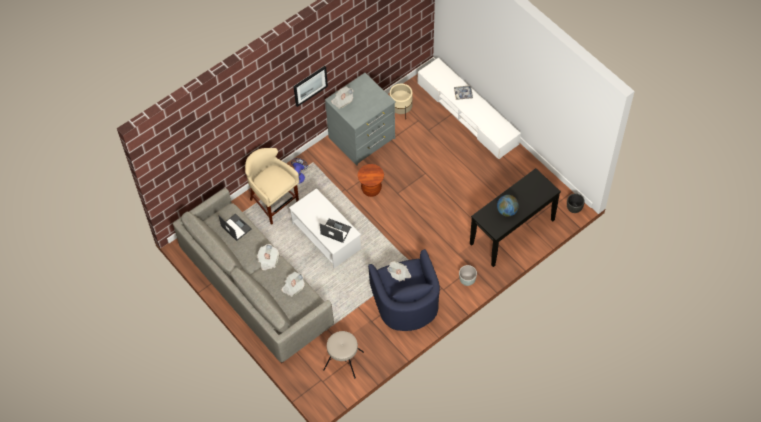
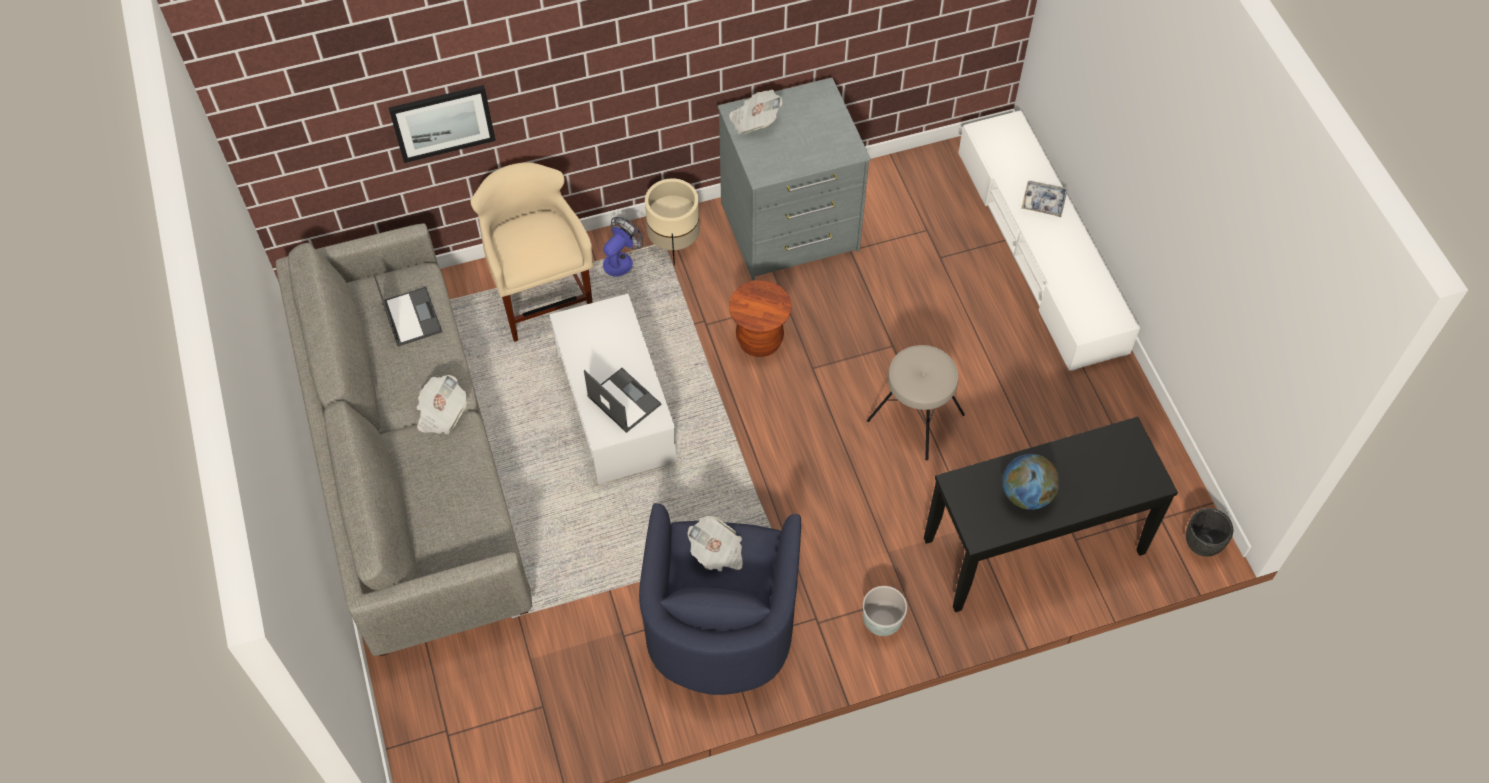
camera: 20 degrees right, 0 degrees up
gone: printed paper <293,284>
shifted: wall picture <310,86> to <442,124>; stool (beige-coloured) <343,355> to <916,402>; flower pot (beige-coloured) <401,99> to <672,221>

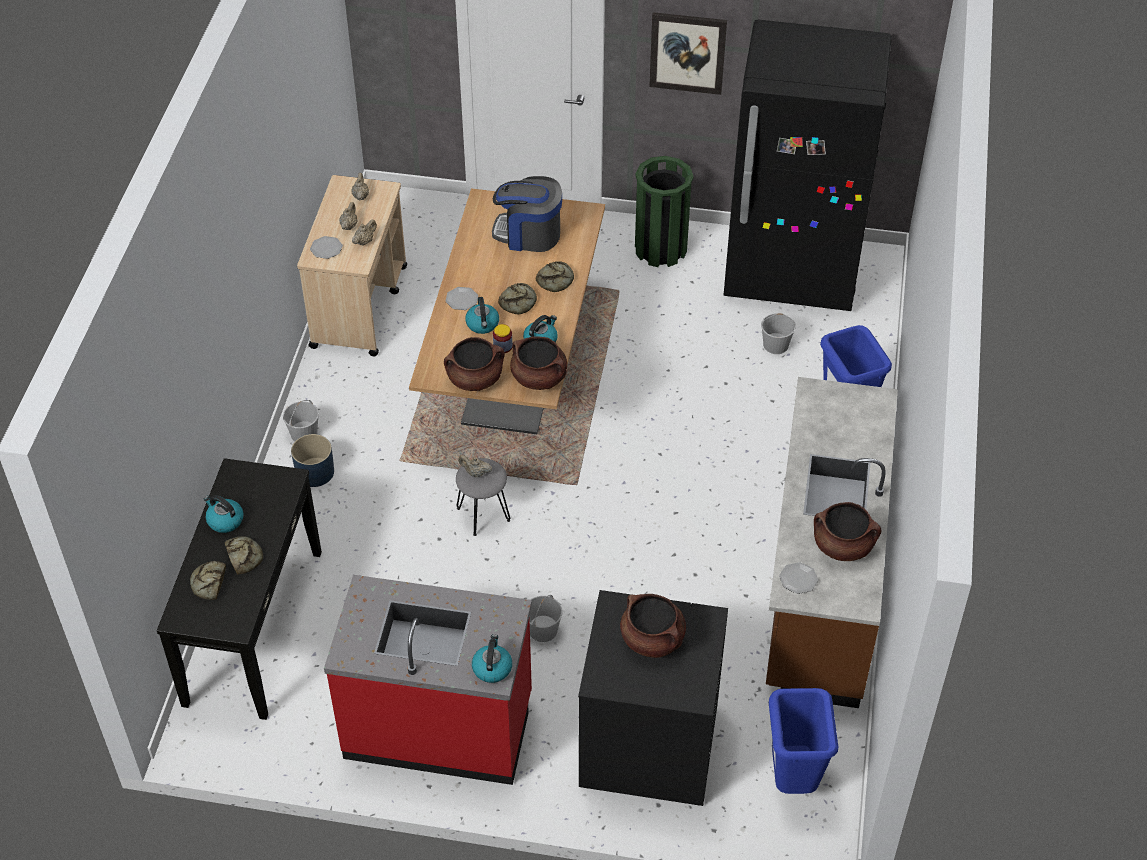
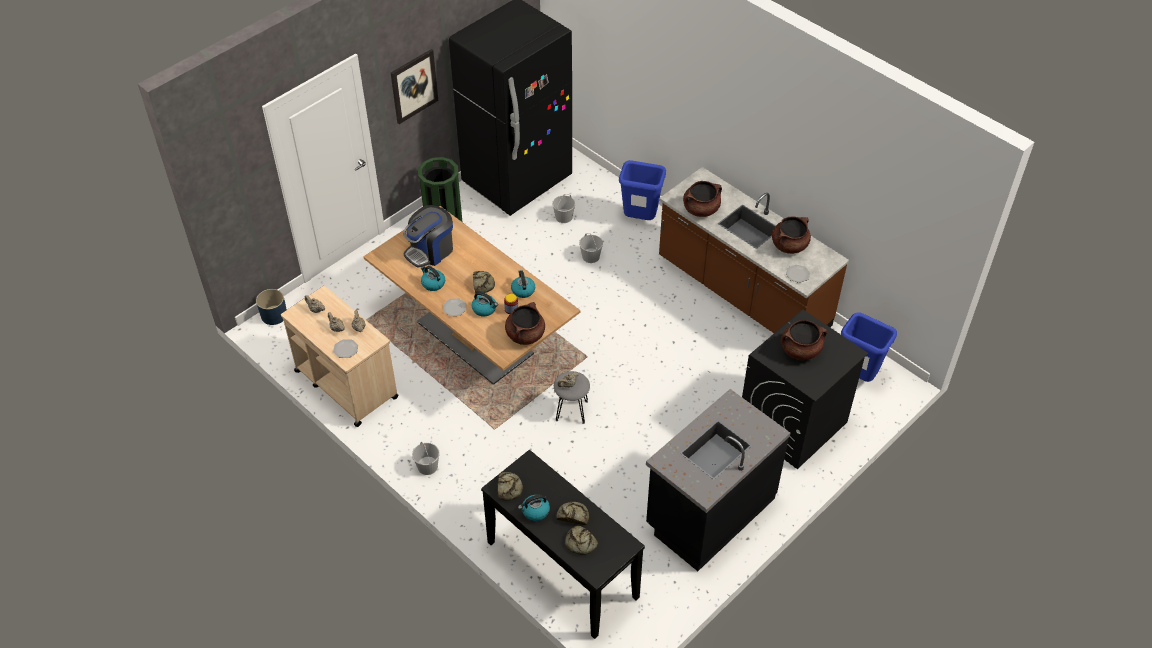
camera: 55 degrees left, 0 degrees up
shifted: flower pot (bluish) <312,460> to <271,307>; kettle <492,658> to <433,278>; cooking pot (brown-coloured) <538,363> to <702,199>; water bucket (white-coloured) <545,618> to <591,248>; baked bread <555,276> to <510,486>
repainted: kitchen counter (red) <428,680> to kitchen counter (black-coloured) <718,480>

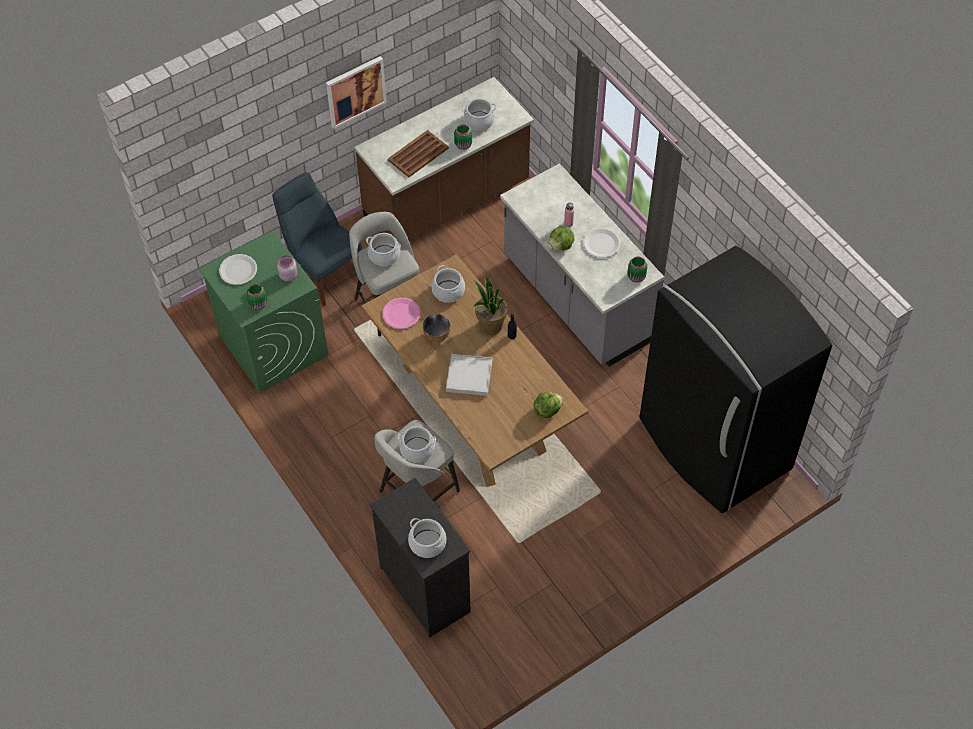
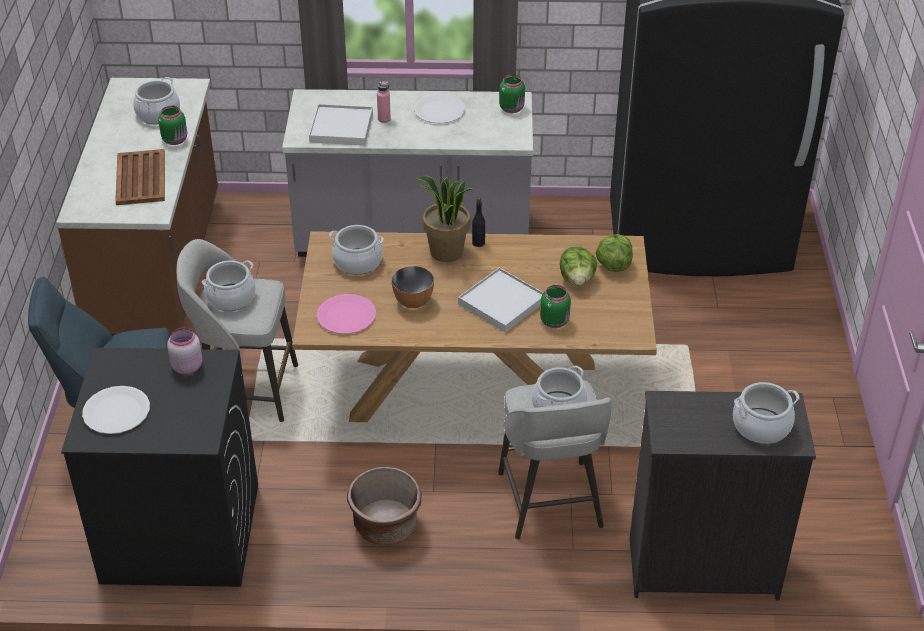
camera: 55 degrees left, 15 degrees down
gone: wall picture <356,92>
new: tray (white-coloured) <341,124>; flower pot (brown-coloured) <384,506>
shifted: storage jar (green-coloured) <256,297> to <555,306>; lettuce <561,238> to <578,265>
repainted: washing machine (green-coloured) <263,312> to washing machine (black-coloured) <159,467>

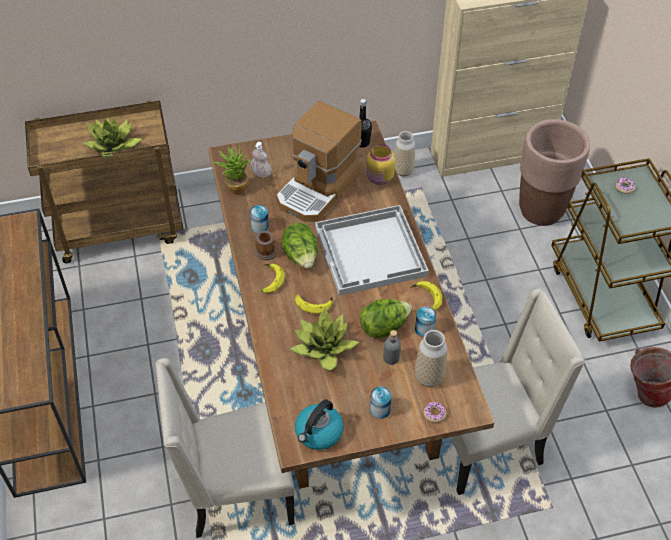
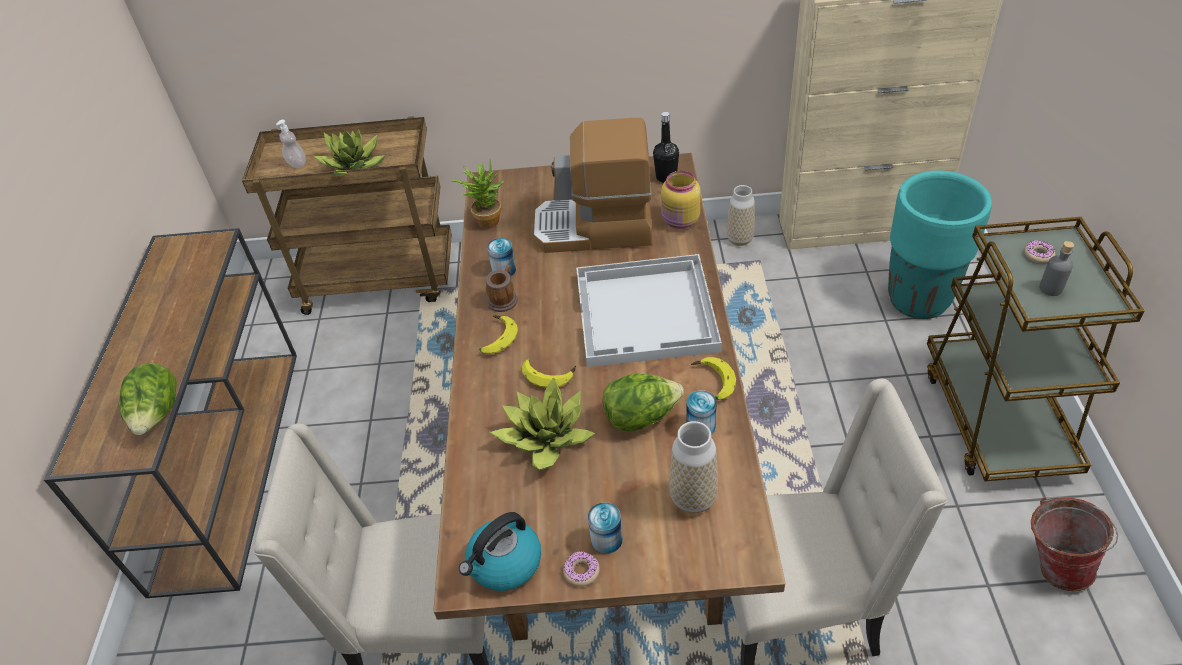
camera: 15 degrees right, 5 degrees down
shifted: soap bottle <261,160> to <291,144>; lettuce <299,246> to <148,399>; beverage bottle (grey) <392,347> to <1056,268>; doughnut <434,412> to <581,569>
repainted: flower pot (brown-coloured) <554,172> to flower pot (blue-green) <940,244>
rotated: coffee brewer <319,161> = <592,185> 45 degrees clockwise

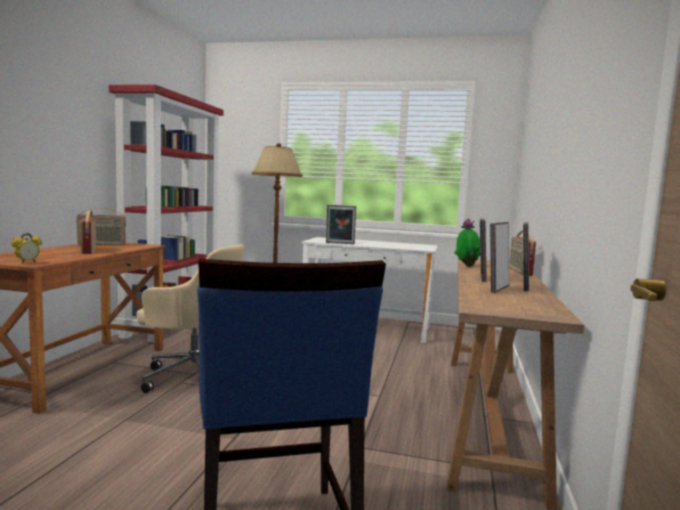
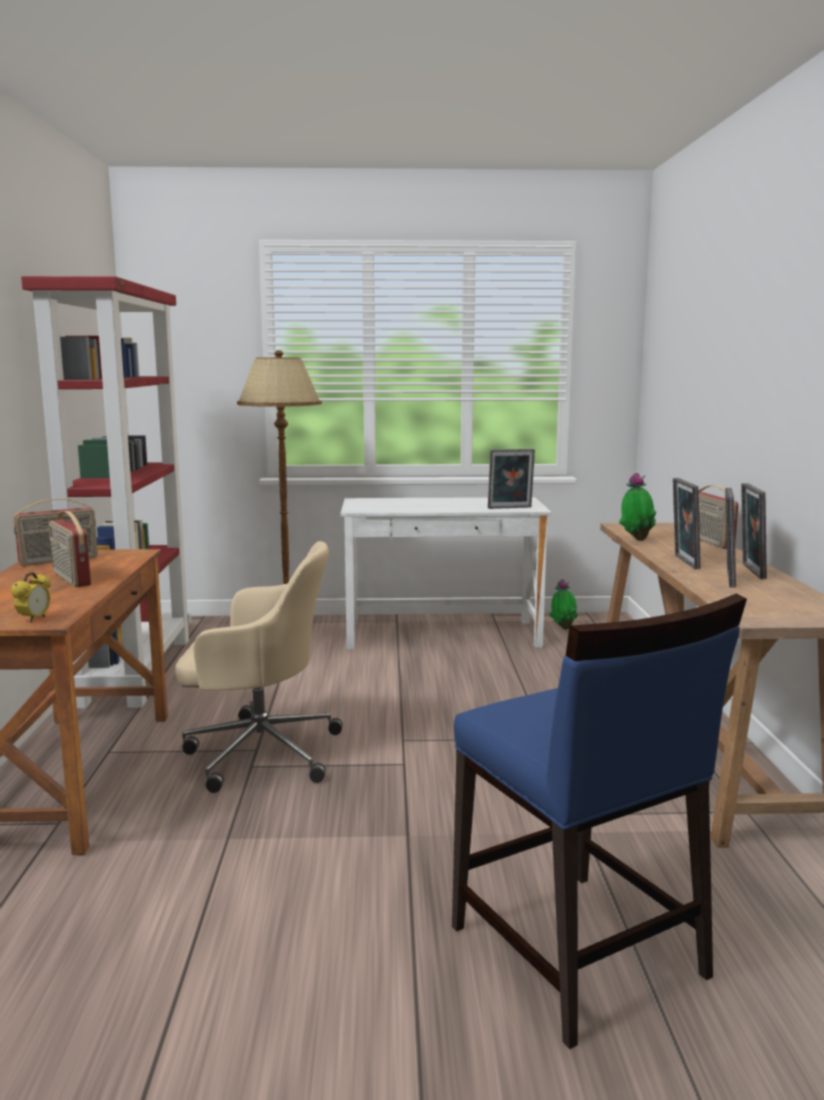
camera: 15 degrees left, 5 degrees up
new: houseplant <563,604>
shifted: standing frame <341,224> to <511,479>

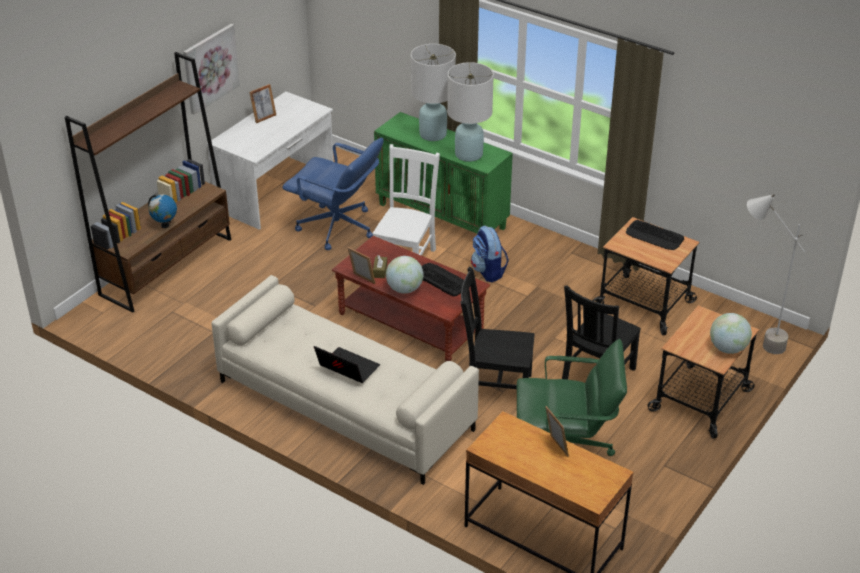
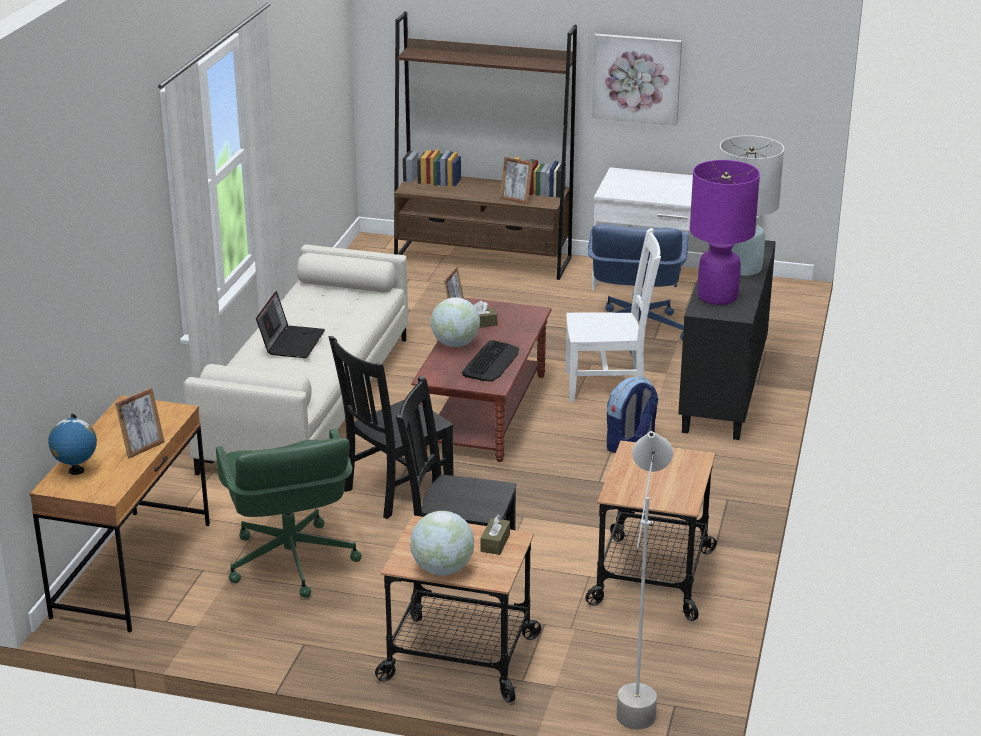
camera: 70 degrees right, 10 degrees down
gone: computer keyboard <655,235>
new: box of tissues (brown-coloured) <495,535>
shifted: desk globe <162,211> to <72,444>; standing frame <262,103> to <516,181>
repainted: storage cabinet (green-coloured) <443,172> to storage cabinet (black-coloured) <727,340>; tabletop lamp (white-coloured) <470,112> to tabletop lamp (purplish) <725,232>
rotated: upright chair (black-coloured) <497,328> = <391,427> 120 degrees counterclockwise

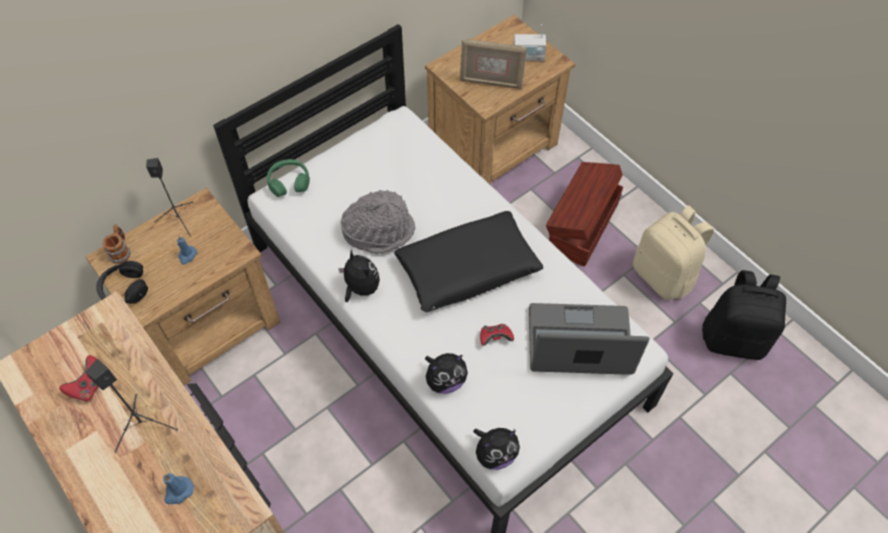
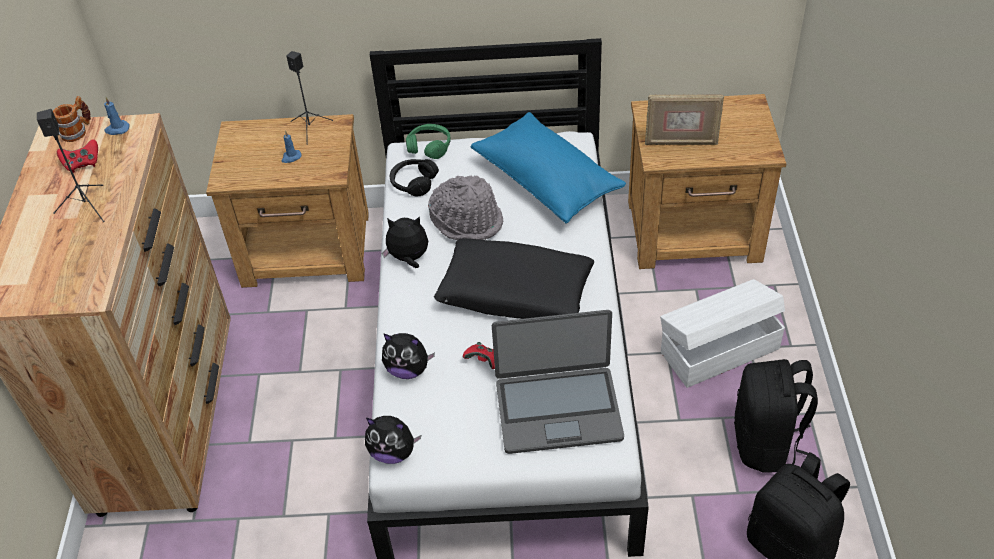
camera: 40 degrees right, 10 degrees down
gone: radio set <530,42>
new: pillow (bluish) <548,167>
shifted: headphones (black-coloured) <122,282> to <414,178>; coffee mug <116,244> to <72,119>; wax candle (bluish) <178,488> to <117,116>
repainted: storage container (brown-coloured) <584,214> to storage container (white-coloured) <722,333>; backpack (beige-coloured) <673,252> to backpack (black-coloured) <776,416>
rotated: soft toy <359,276> = <405,242> 90 degrees counterclockwise; standing frame <493,64> = <684,119> 45 degrees counterclockwise; portable computer <589,339> = <558,382> 135 degrees clockwise

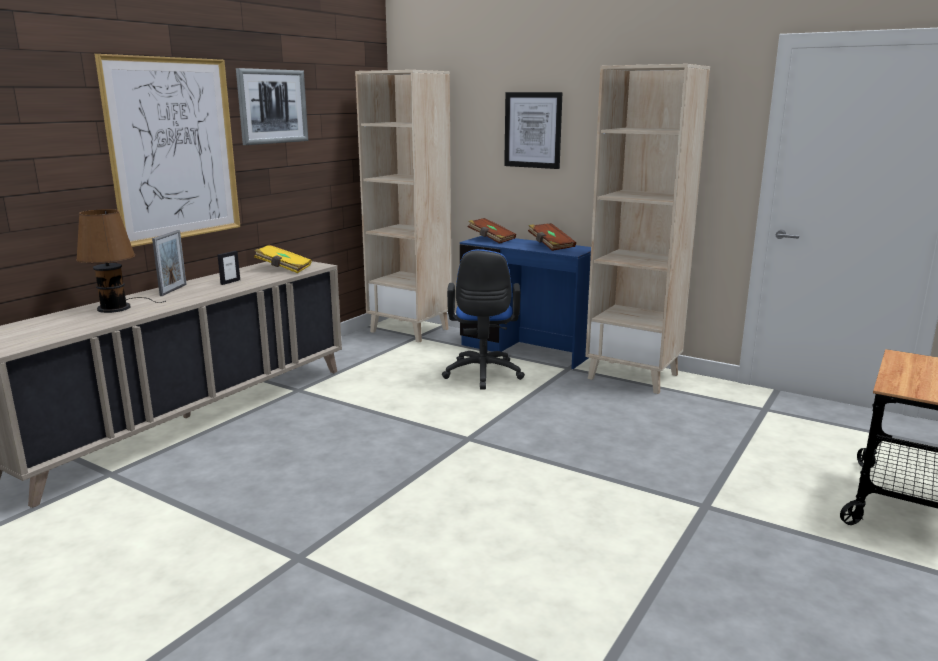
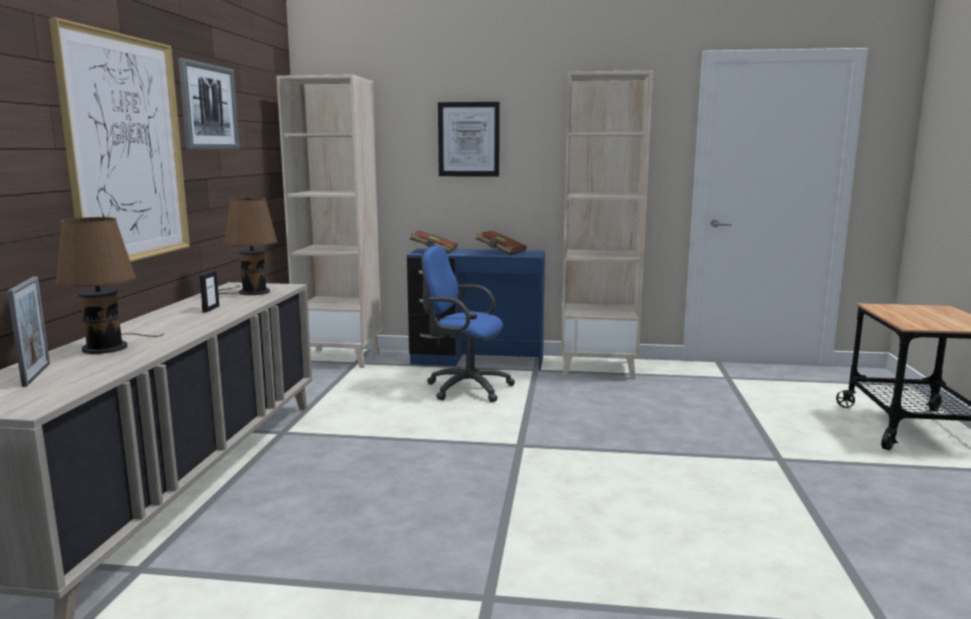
camera: 25 degrees left, 5 degrees down
shifted: standing frame <169,263> to <28,331>
swapped: bound book (yellow-coloured) <283,259> to tabletop lamp (brown-coloured) <248,246>
rotated: desk chair (bluish) <483,319> = <468,324> 135 degrees clockwise

